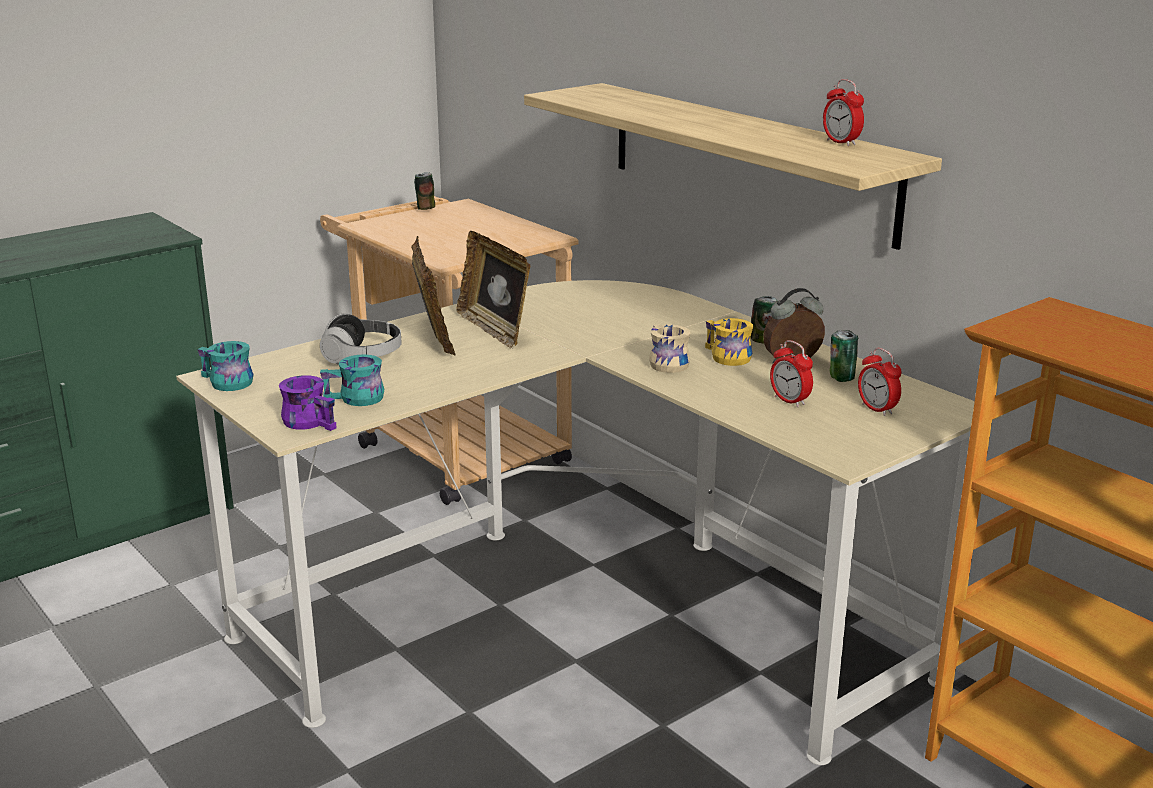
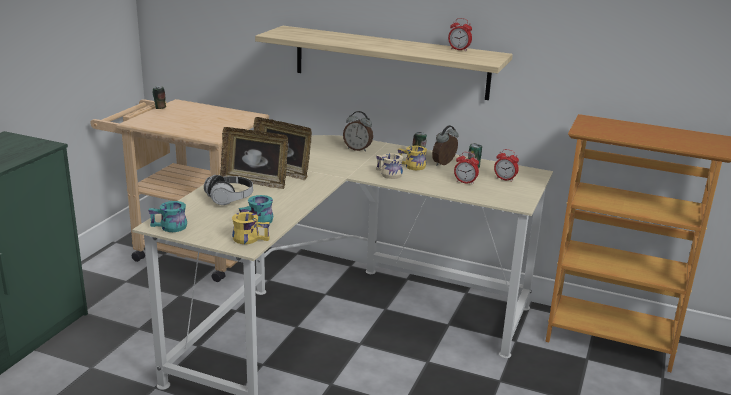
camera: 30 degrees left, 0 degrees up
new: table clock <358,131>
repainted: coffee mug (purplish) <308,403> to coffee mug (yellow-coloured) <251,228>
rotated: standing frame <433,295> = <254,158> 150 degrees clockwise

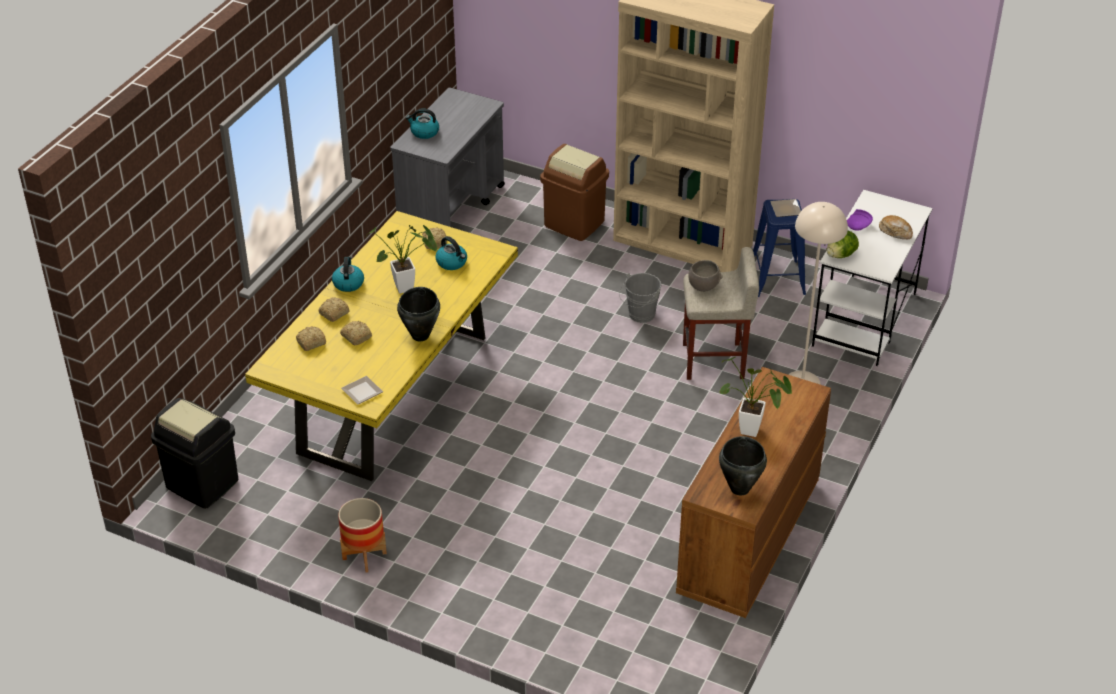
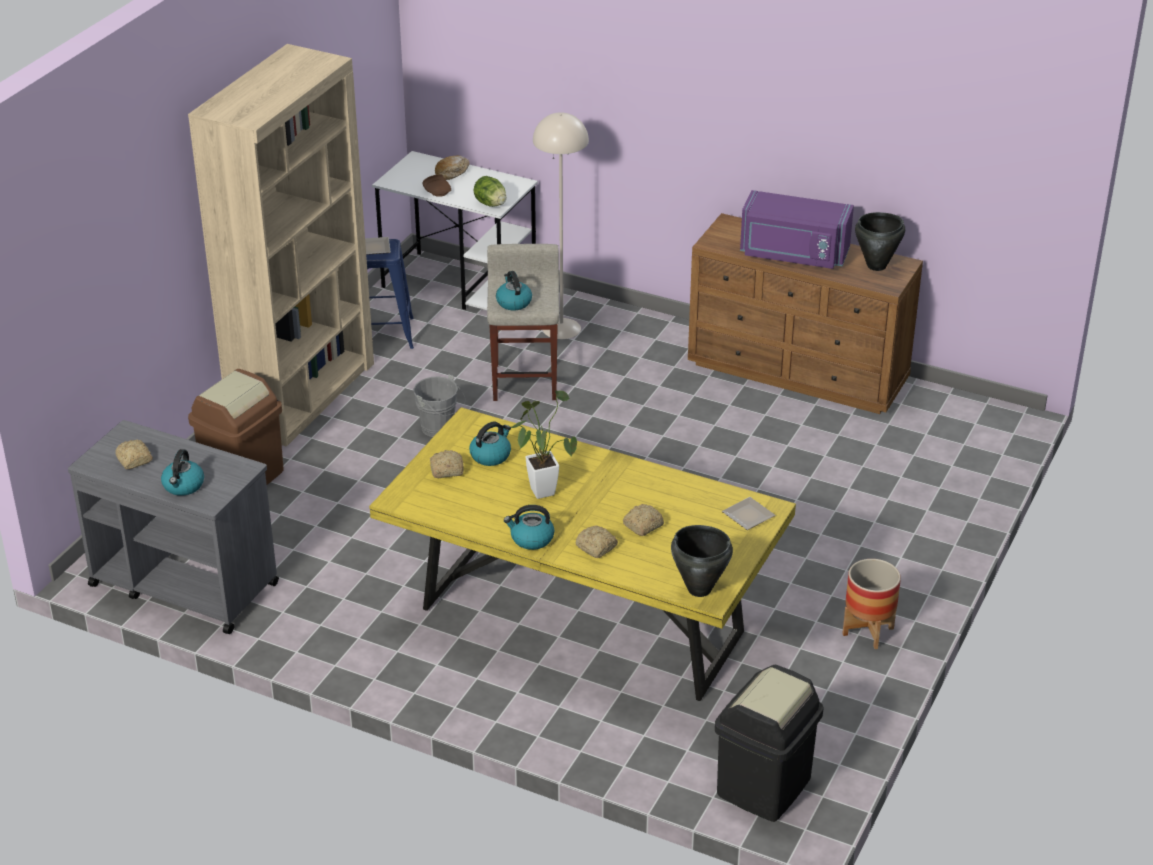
camera: 90 degrees left, 5 degrees down
shifted: baked bread <311,338> to <134,454>; cooking pot (black-coloured) <418,314> to <702,561>
swapped: serving bowl (grey) <705,276> to kettle <514,290>; houseplant <755,397> to microwave oven (purplish) <797,229>
repainted: flat dish (purplish) <860,220> to flat dish (brown-coloured) <437,186>

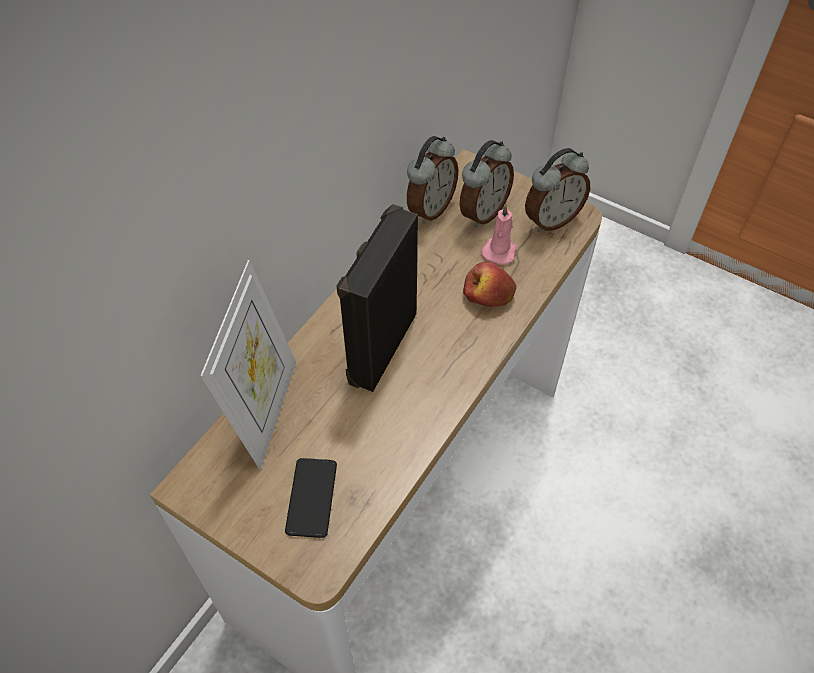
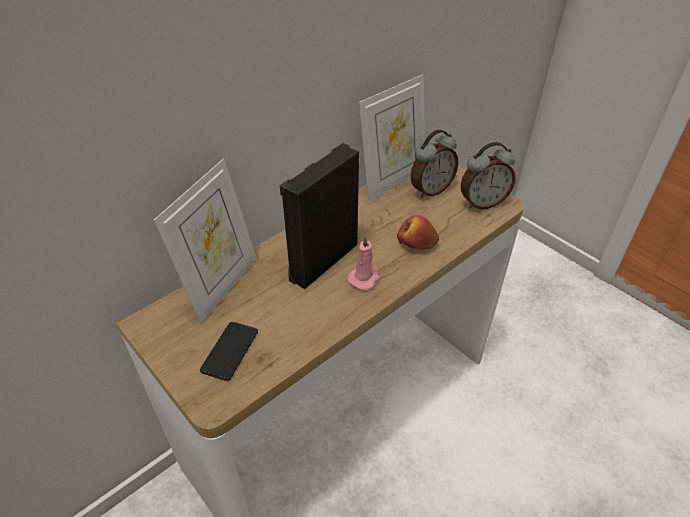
camera: 15 degrees right, 10 degrees down
shifted: wax candle (pink) <499,234> to <363,262>
swapped: table clock <433,180> to standing frame <392,137>

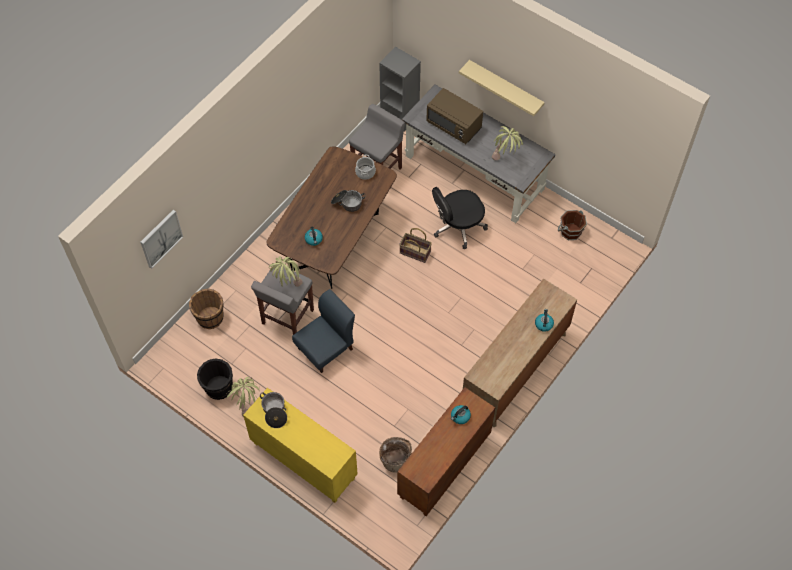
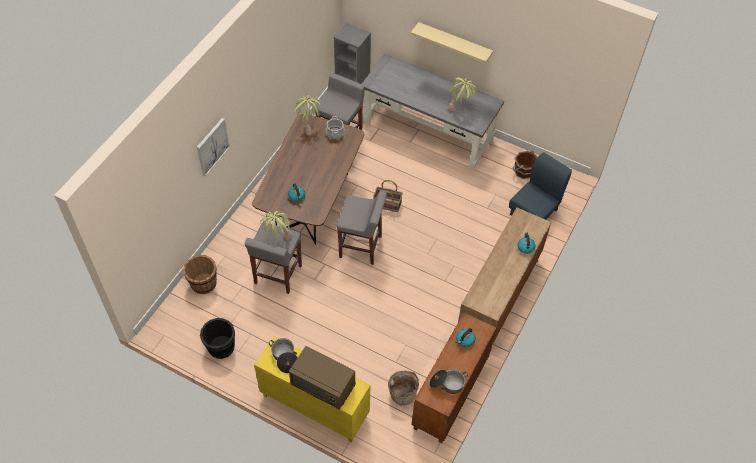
camera: 10 degrees left, 5 degrees down
gone: desk chair (black-coloured) <460,218>
new: stool (grey) <362,227>
shifted: wall picture <161,239> to <213,147>; houseplant <243,397> to <306,115>; upright chair (bluish) <323,331> to <540,186>; cooking pot <348,201> to <448,381>; microwave oven (brown-coloured) <454,116> to <322,378>

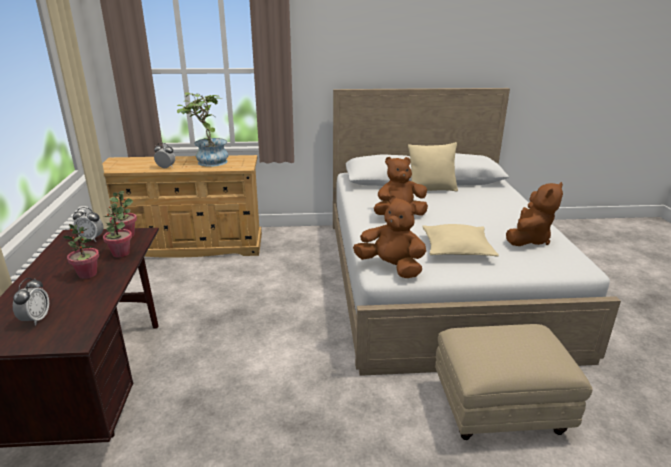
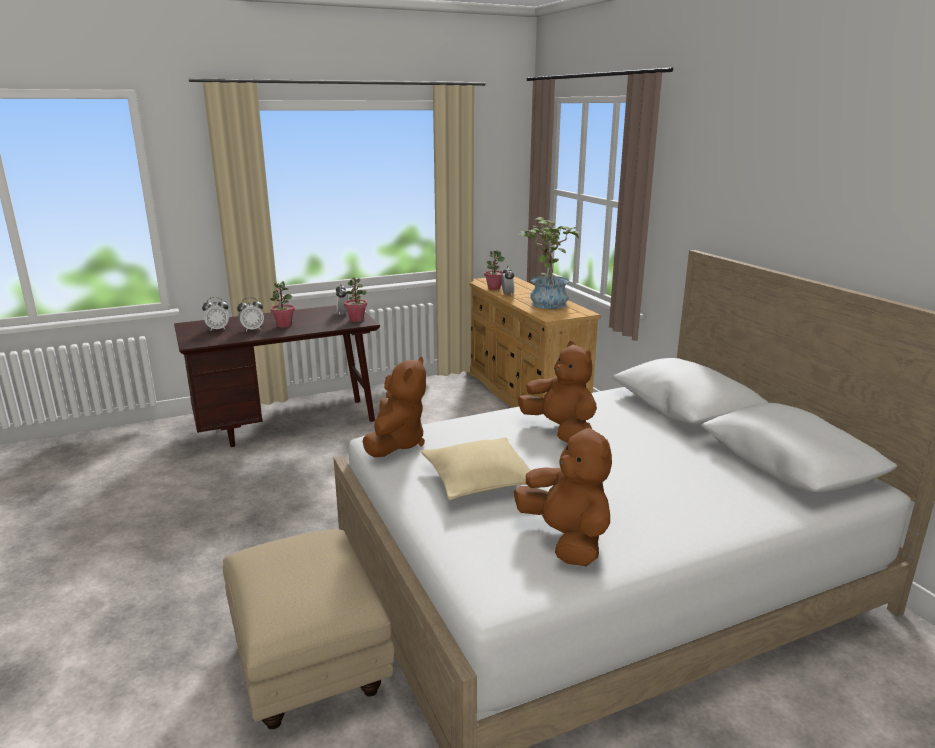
camera: 70 degrees right, 5 degrees down
gone: pillow (beige-coloured) <433,168>
new: table clock <250,314>
shifted: houseplant <117,231> to <494,270>
rotated: soft toy (brown-coloured) <534,214> = <563,494> 135 degrees counterclockwise

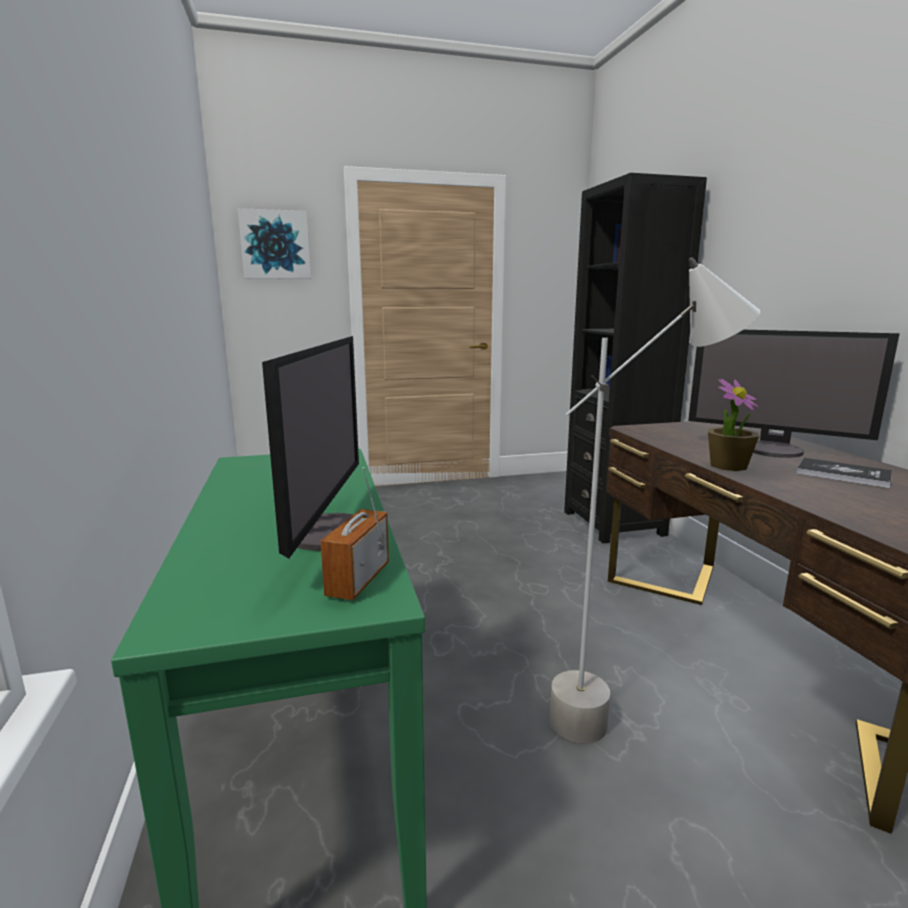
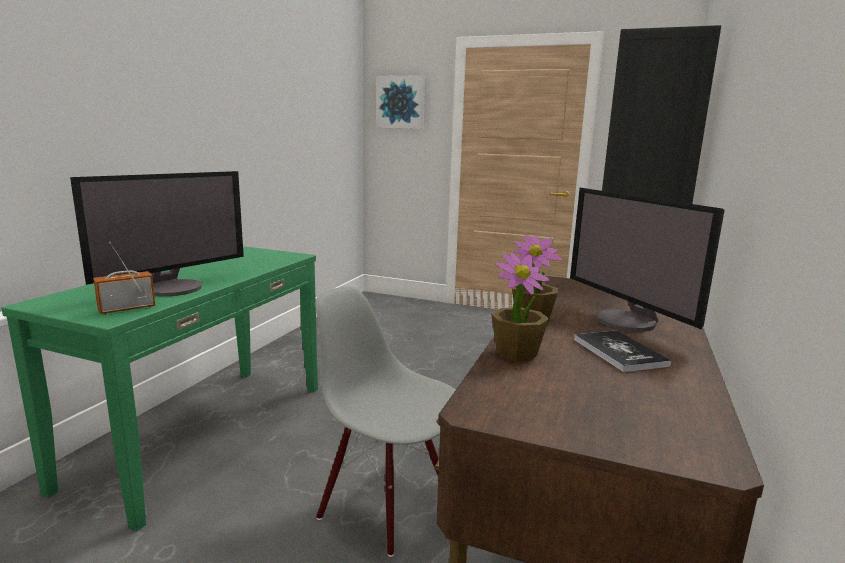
camera: 35 degrees right, 0 degrees up
new: houseplant <520,307>
swapped: floor lamp (grey) <654,500> to upright chair (grey) <385,421>

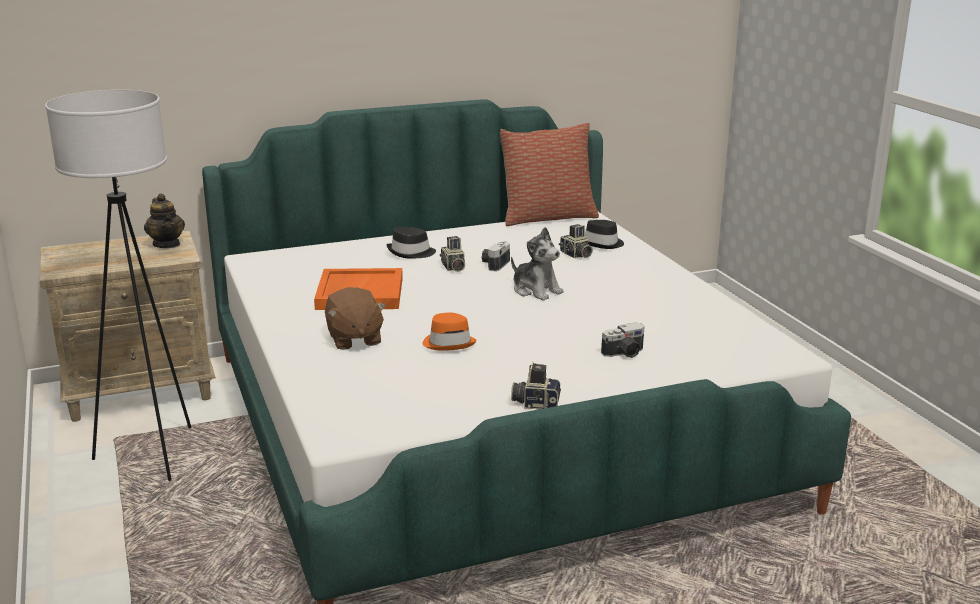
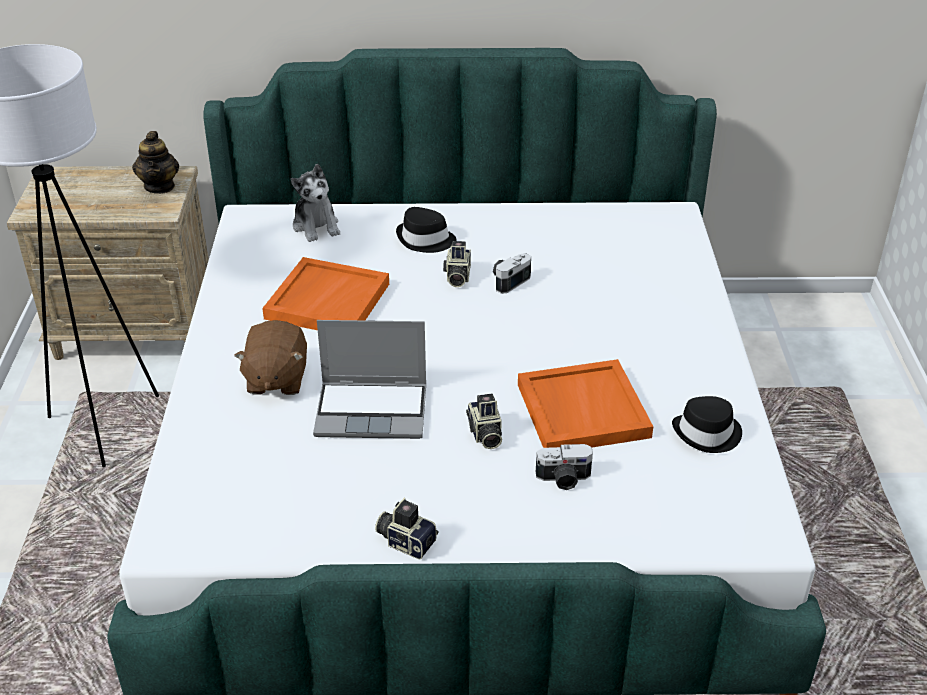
camera: 20 degrees right, 15 degrees up
gone: pillow <549,174>
new: tray (orange) <586,403>
shifted: soft toy <537,264> to <315,203>; still camera <576,241> to <484,421>; wearable hat (black-coloured) <604,234> to <707,424>
swapped: wearable hat (orange) <450,331> to portable computer <369,379>

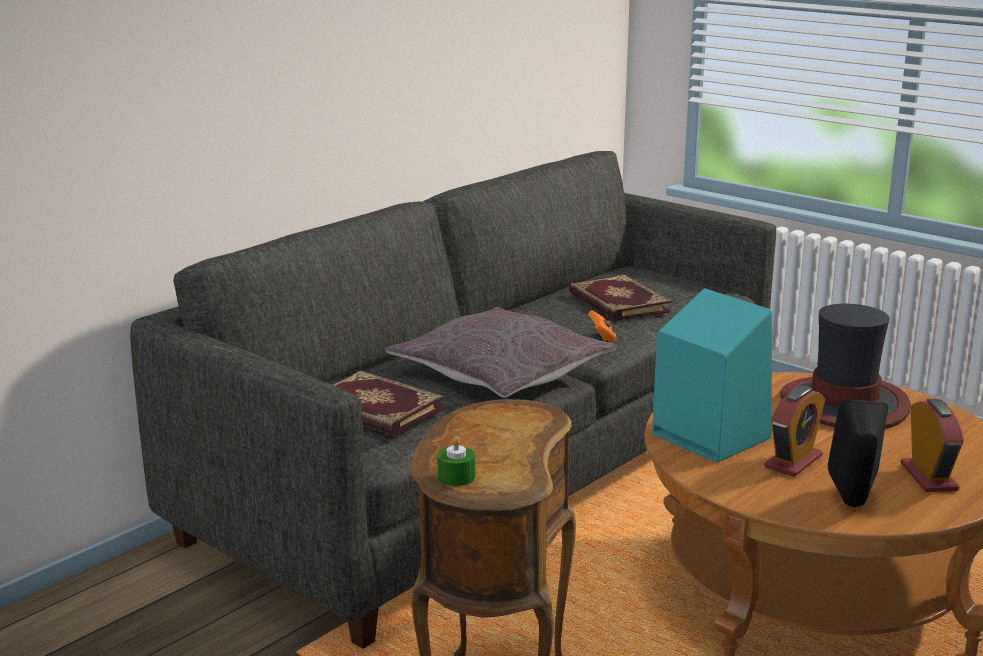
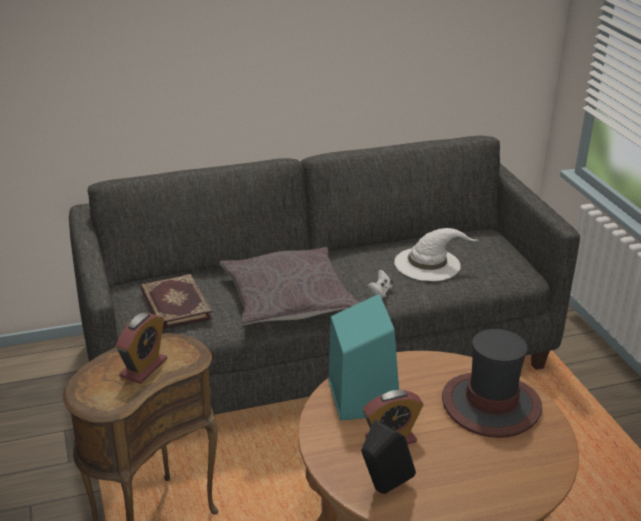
camera: 30 degrees right, 10 degrees up
gone: wax candle (green-coloured) <456,461>
shifted: table clock <932,445> to <141,348>
swapped: bound book <620,298> to wearable hat (white-coloured) <436,254>
repainted: gamepad (orange) <602,326> to gamepad (white-coloured) <380,284>

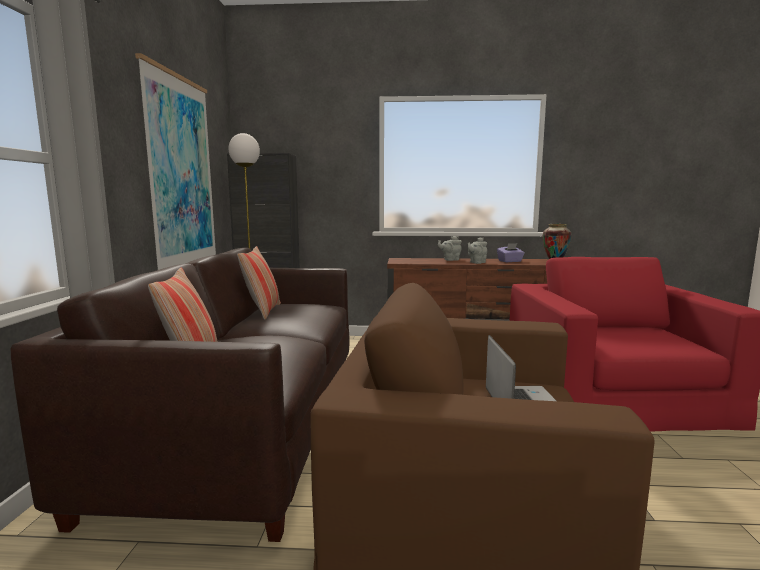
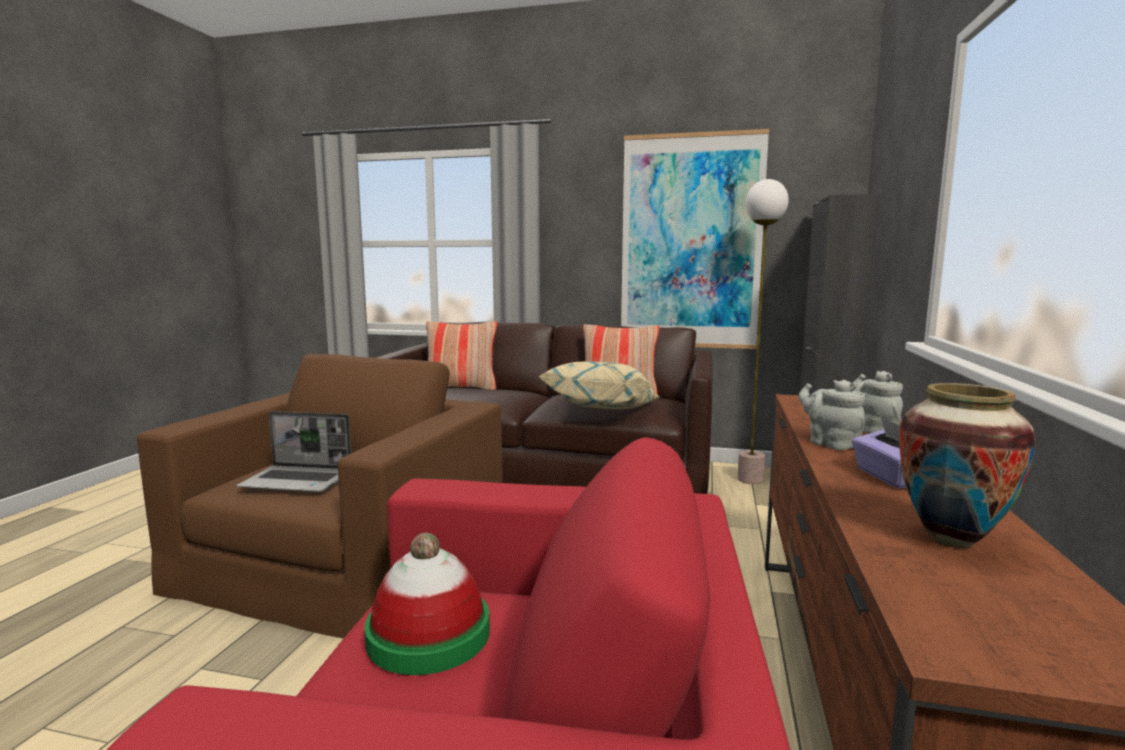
camera: 100 degrees right, 0 degrees up
new: wearable hat <427,604>; pillow (beige-coloured) <599,385>

